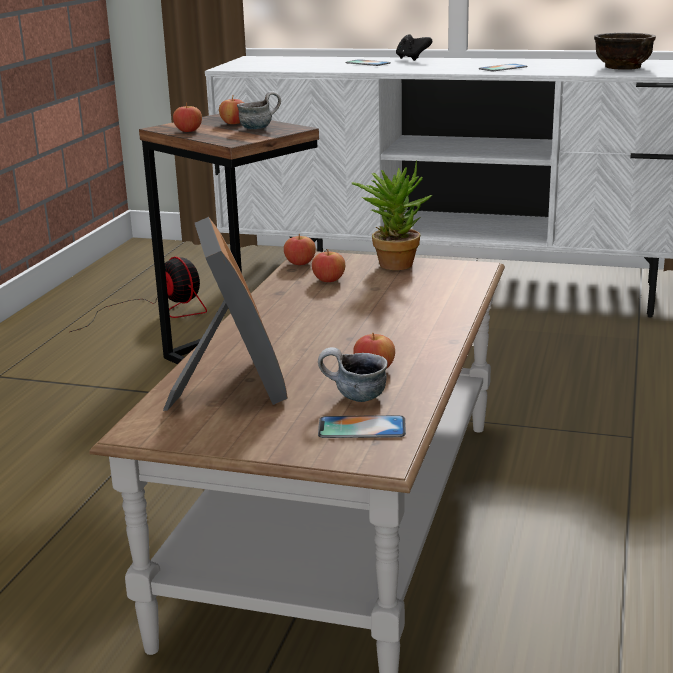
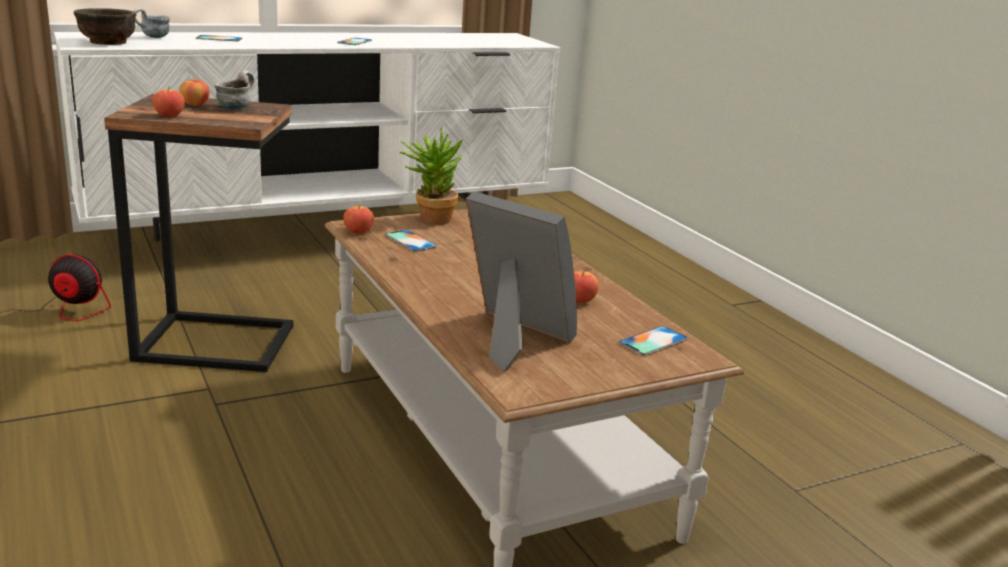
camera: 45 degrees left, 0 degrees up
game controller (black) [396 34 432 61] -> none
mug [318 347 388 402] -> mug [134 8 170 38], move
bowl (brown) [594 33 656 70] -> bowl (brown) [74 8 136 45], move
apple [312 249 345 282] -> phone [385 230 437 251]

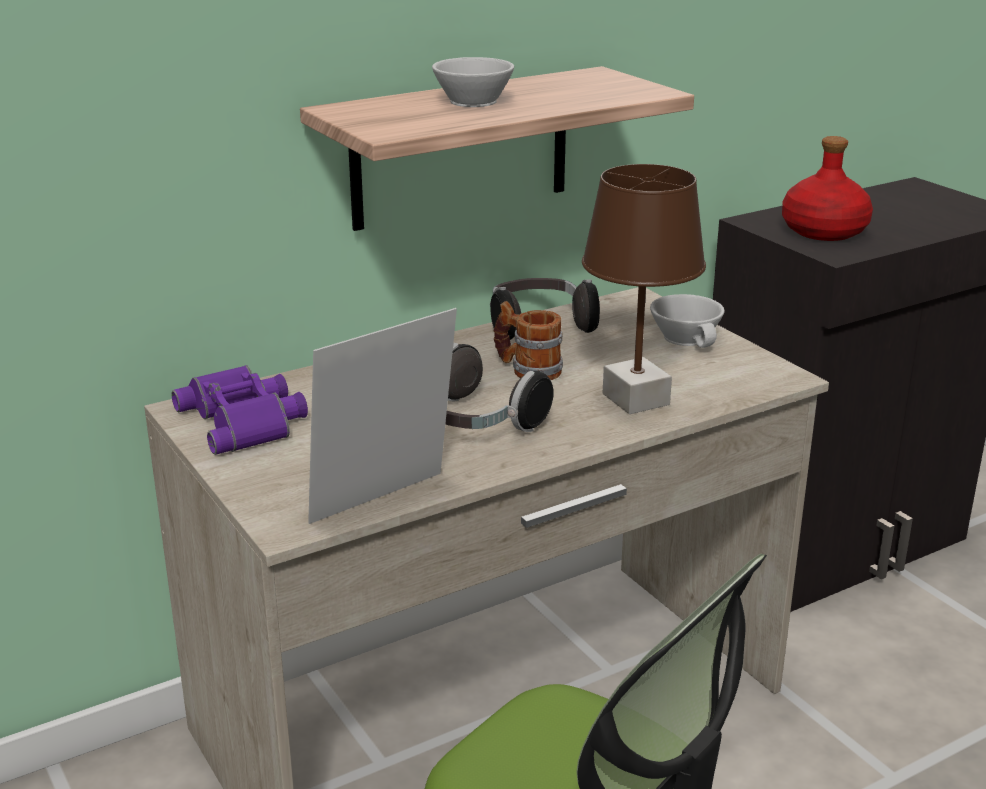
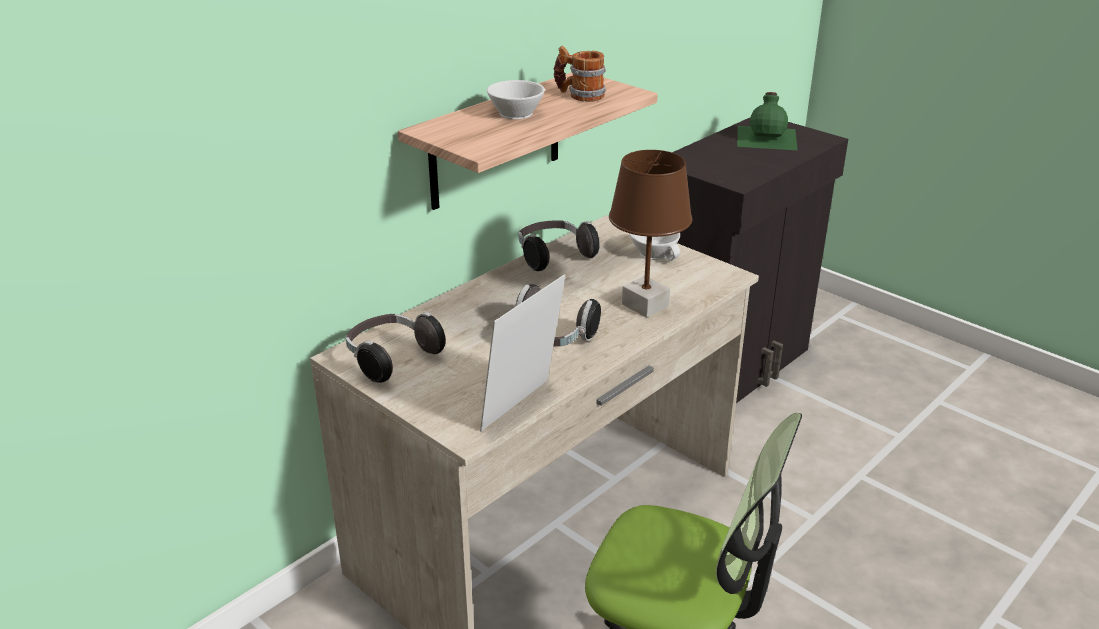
camera: 15 degrees left, 5 degrees up
bottle (red) [782 136 873 241] -> none
none -> bottle (green) [737 92 798 150]
mug [494 301 563 380] -> mug [554 46 606 102], move
binoculars (purple) [172 365 308 455] -> headphones [346 312 446 383]

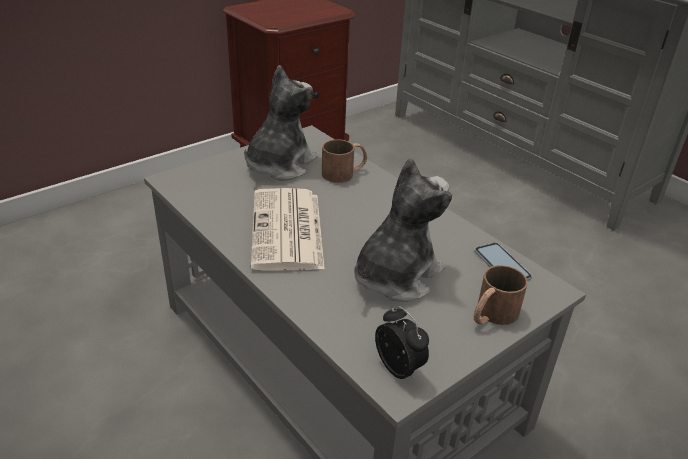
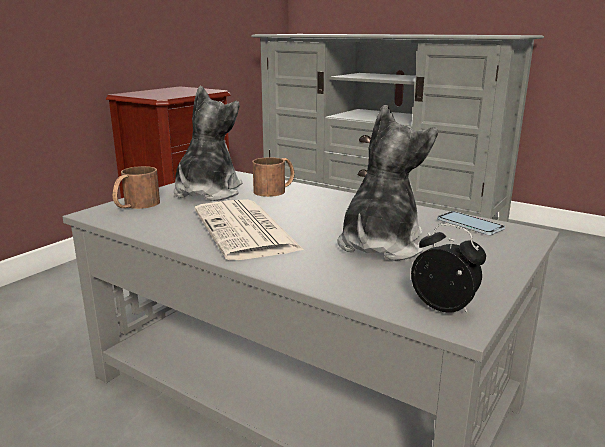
camera: 15 degrees left, 15 degrees down
mug (brown) [474 265 528 325] -> mug (brown) [113 166 160 209], move

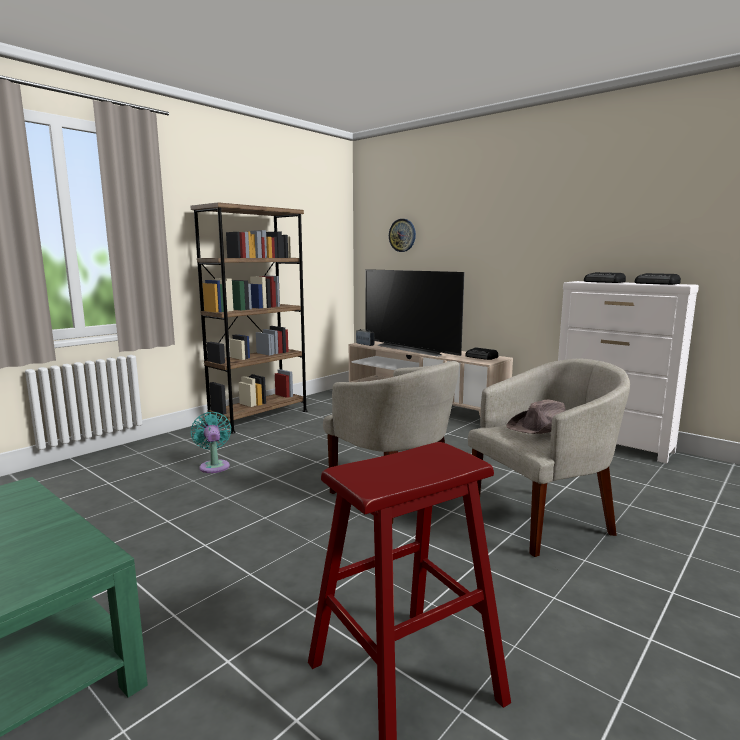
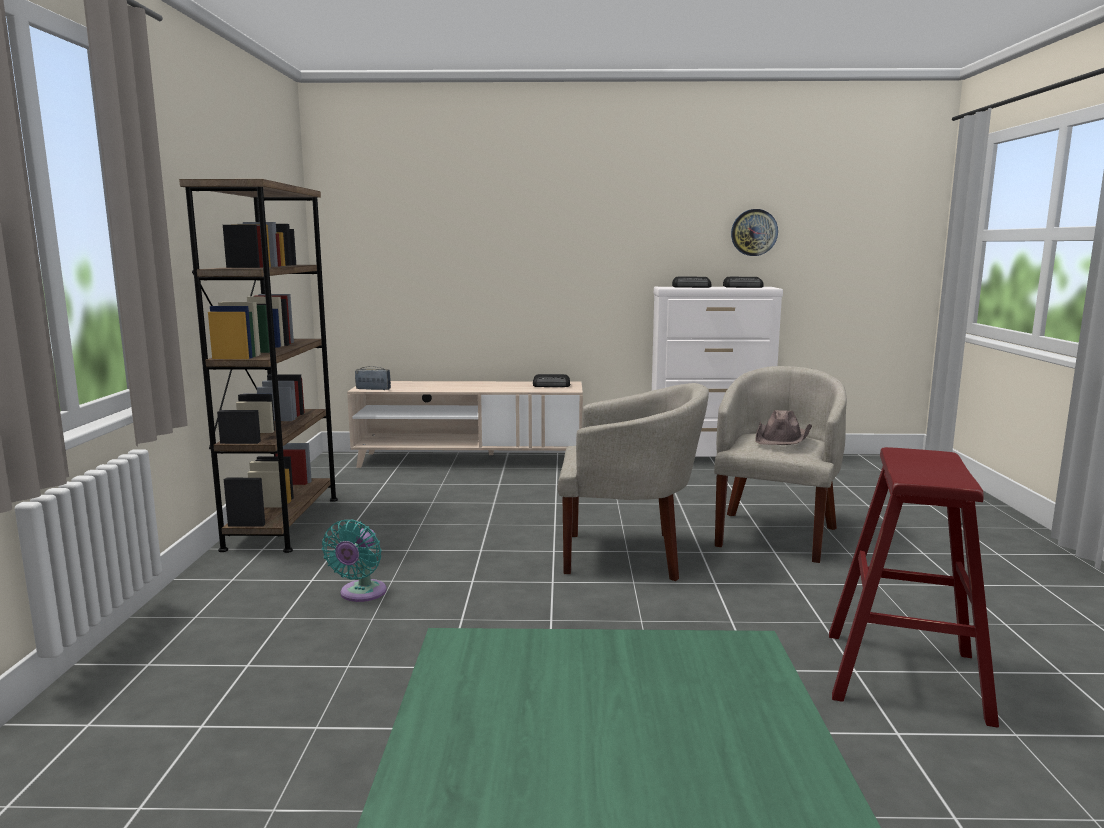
camera: 40 degrees left, 0 degrees up
television [365 269 465 356] -> none
wall clock [389 219 416 252] -> wall clock [731 209 778 256], move
fan (turquoise) [191 412 231 473] -> fan (turquoise) [322 519 387 602], 105 degrees counterclockwise

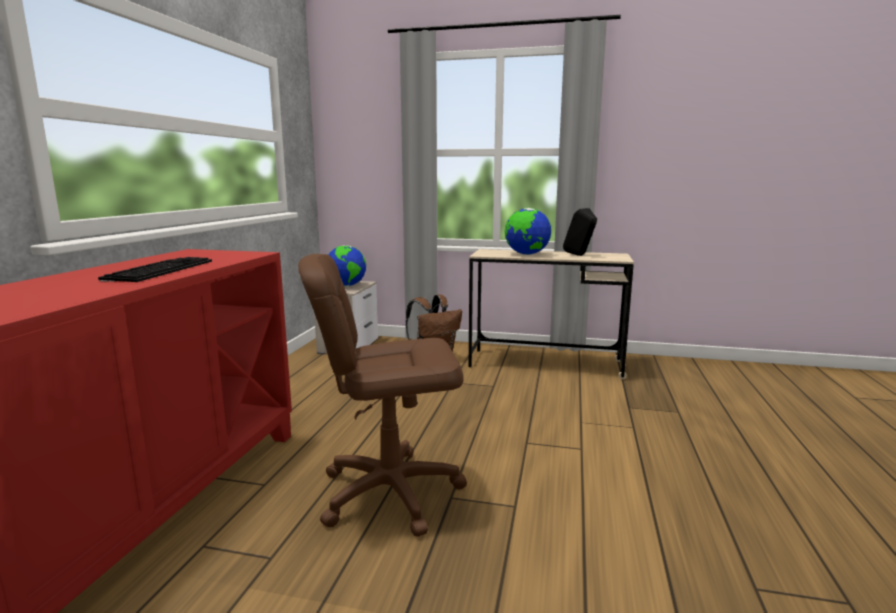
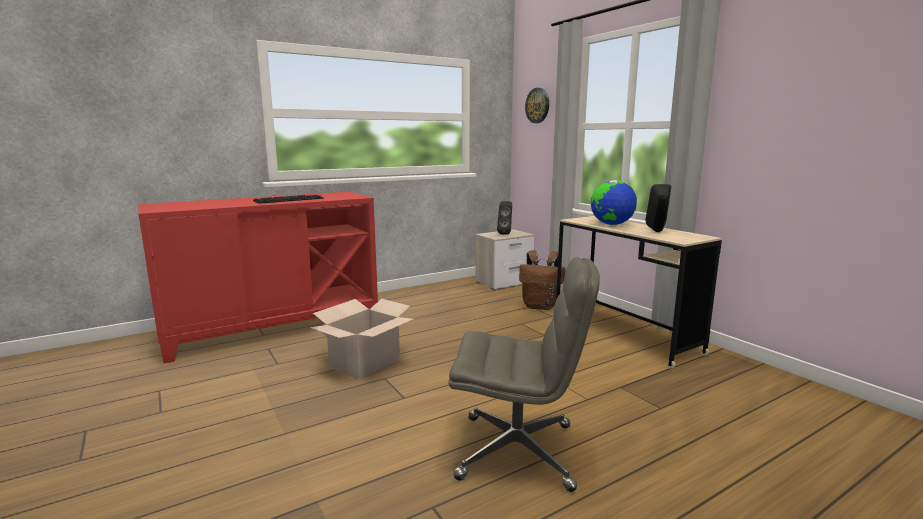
camera: 45 degrees right, 0 degrees up
none -> office chair (grey) [448 257 600 492]
none -> wall clock [525 88 549 123]
office chair (brown) [298 254 467 537] -> cardboard box [310 299 414 379]
globe [328 245 366 287] -> speaker (black) [497 201 512 235]

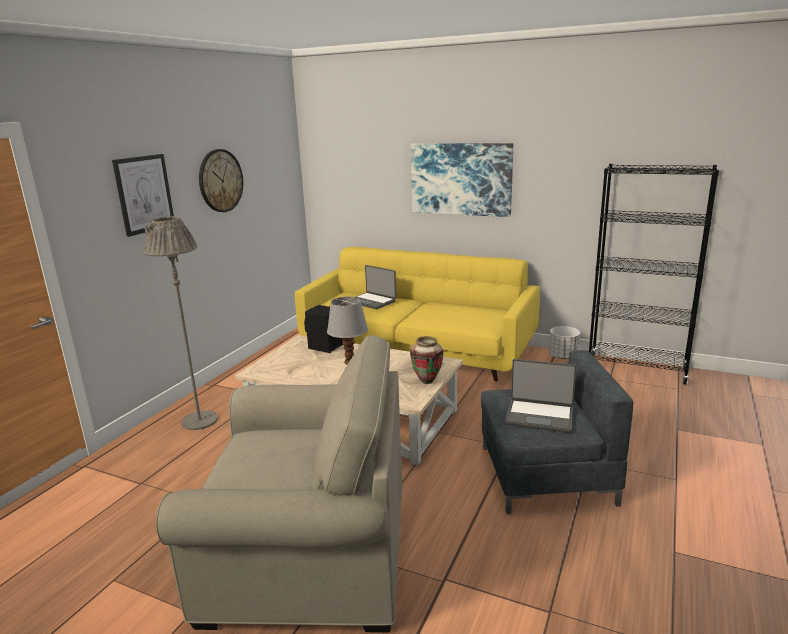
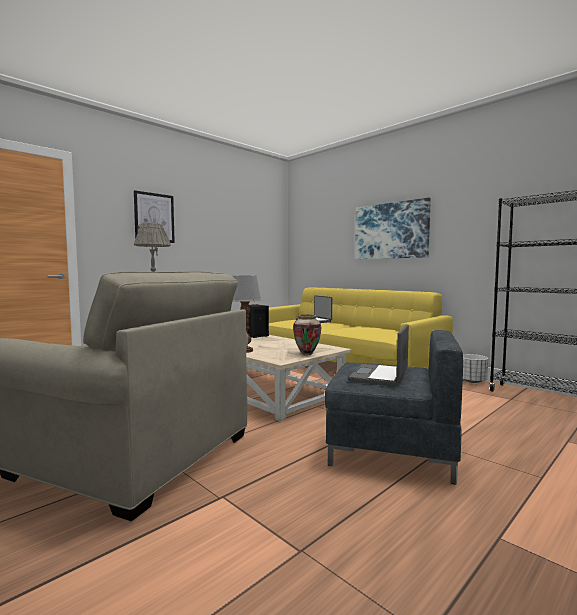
camera: 20 degrees right, 15 degrees down
wall clock [199 149 243 212] -> none
laptop [505 359 576 433] -> laptop [348 324 409 387], 75 degrees clockwise

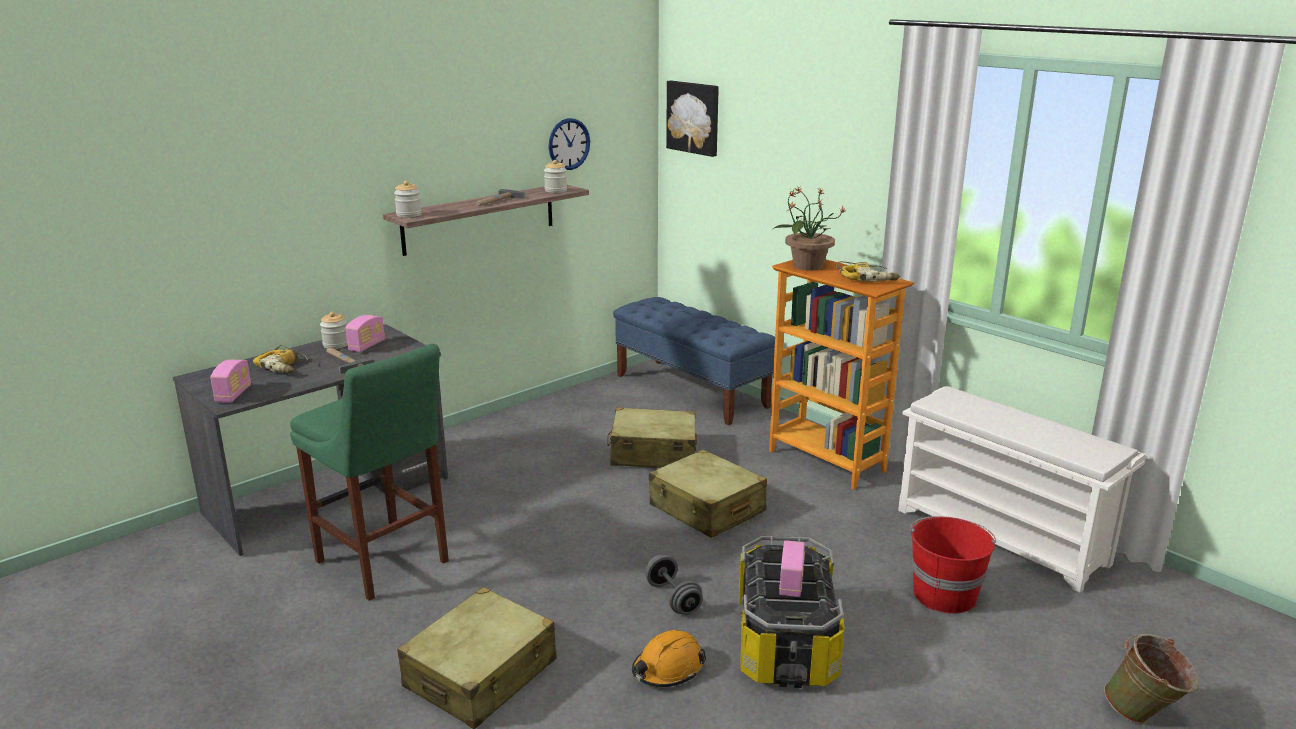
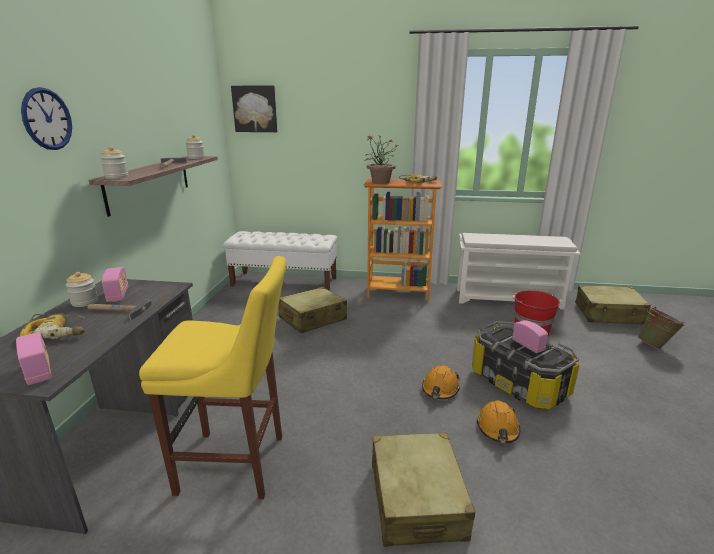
camera: 40 degrees left, 0 degrees up
wall clock [548 118 590 170] -> wall clock [21 87 72 150], move
suitcase (beige) [649 450 767 538] -> suitcase (beige) [575 285 651 325], move
dumbbell (grey) [646 555 703 615] -> hard hat (orange) [422 365 460 399]
stool (green) [290 344 449 601] -> stool (yellow) [139 256 286 499]
bench (blue) [613 297 775 425] -> bench (white) [223 231 337 291]

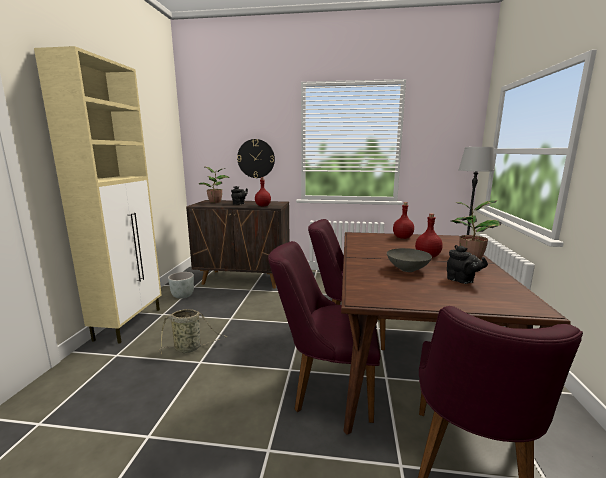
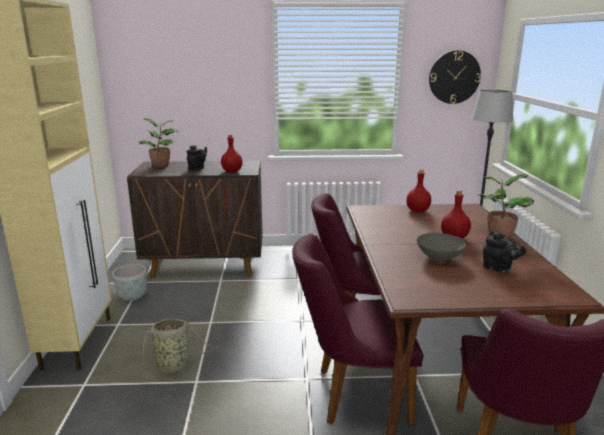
camera: 10 degrees left, 5 degrees up
wall clock [237 139 275 178] -> wall clock [429 50 481 104], move

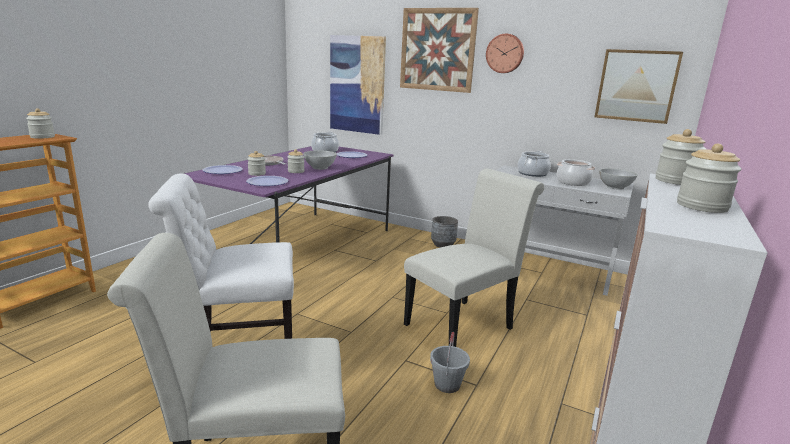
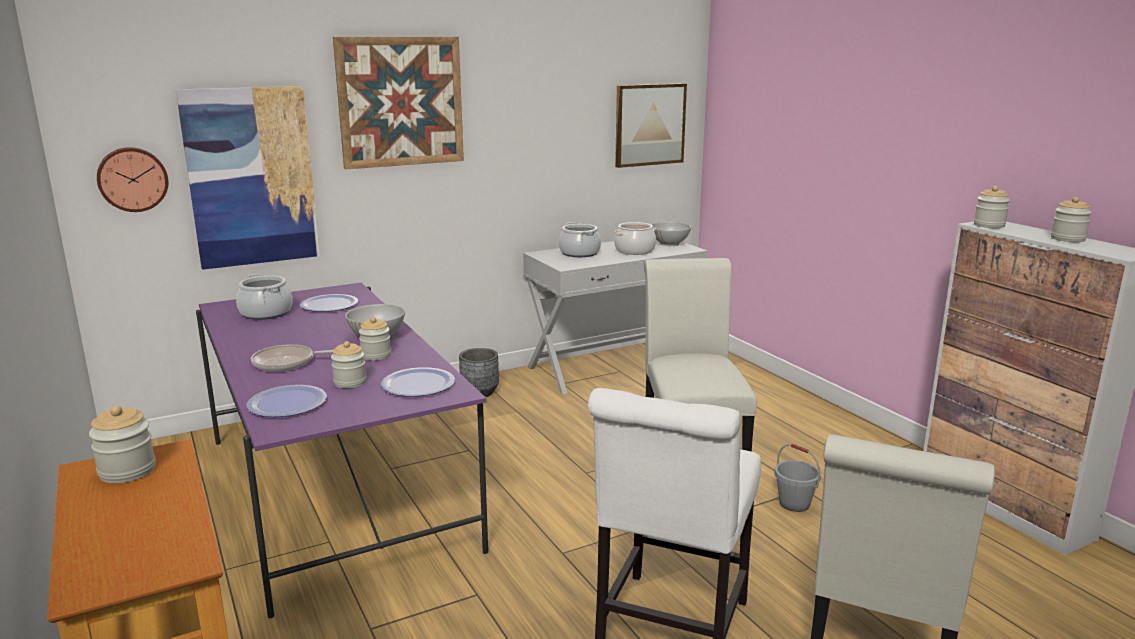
camera: 55 degrees left, 0 degrees up
wall clock [486 34 524 73] -> wall clock [97 147 168 212], move

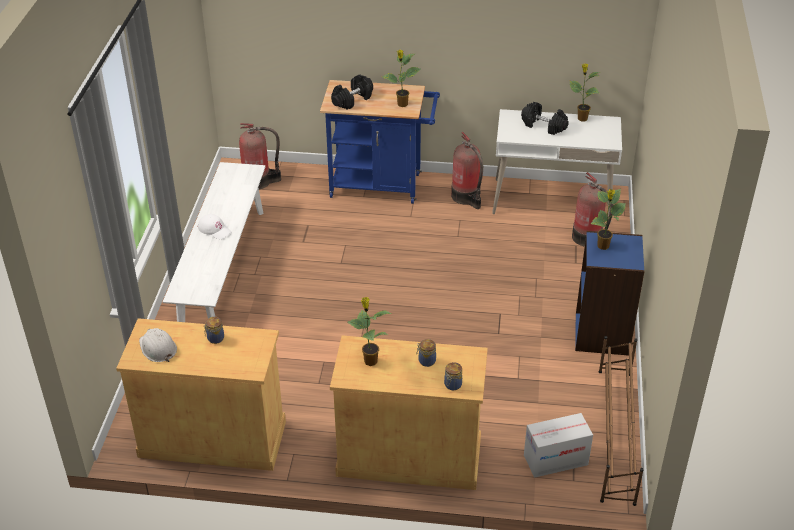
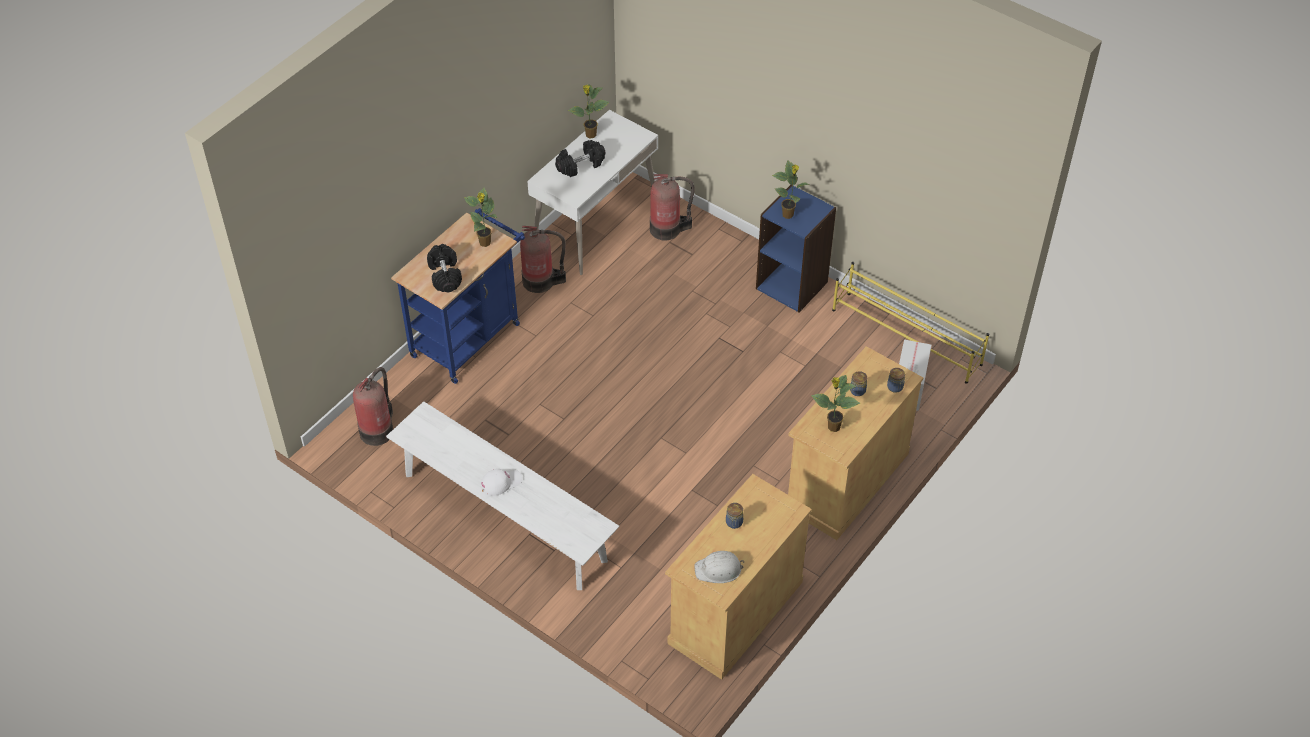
camera: 60 degrees left, 10 degrees up
shoe rack (brown) [599 336 644 506] -> shoe rack (yellow) [832 262 989 384]

